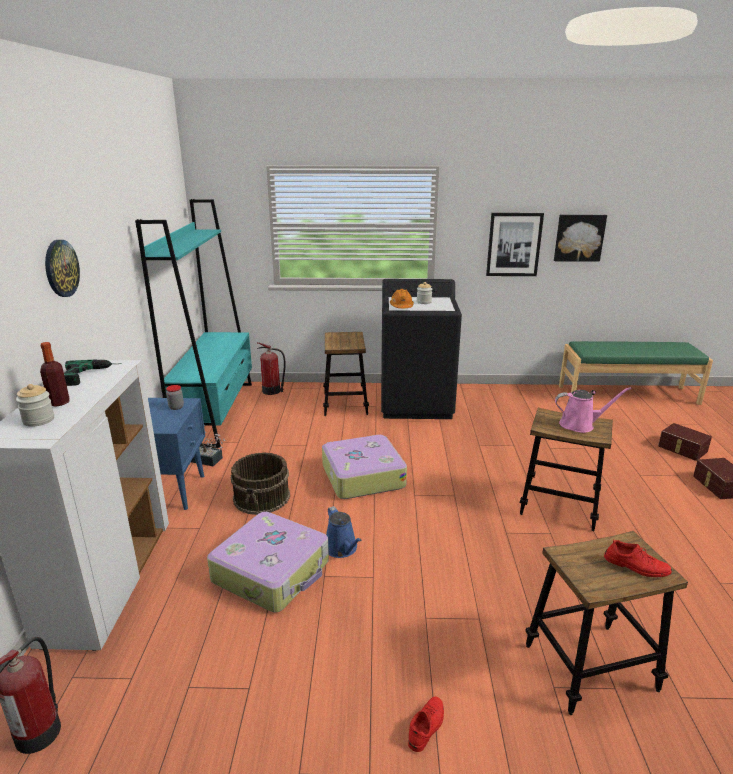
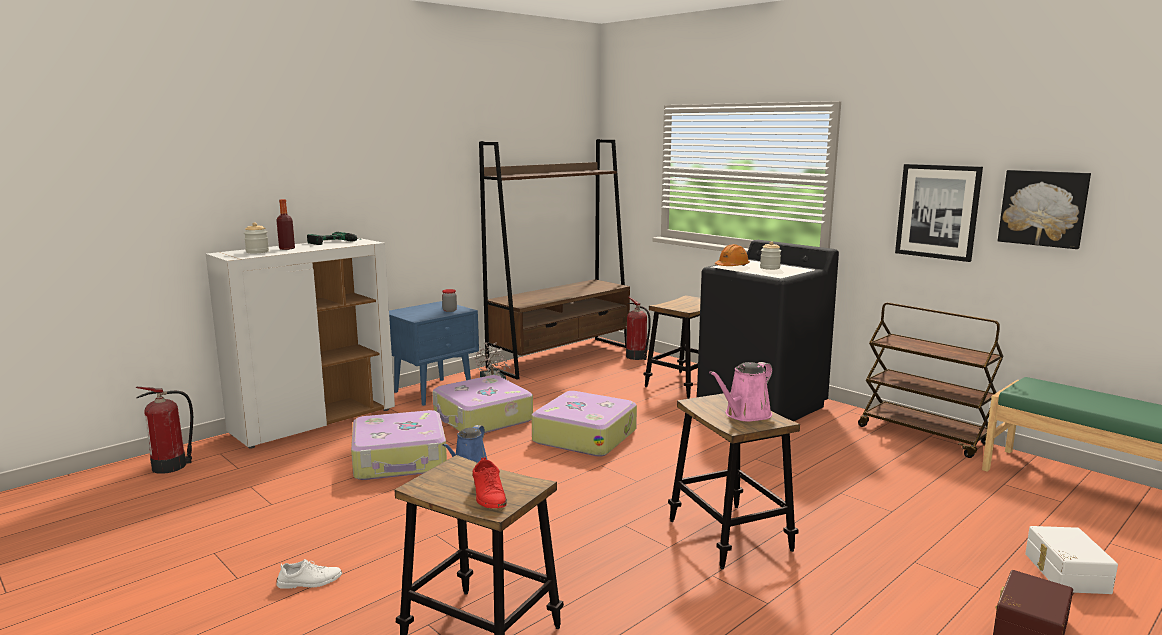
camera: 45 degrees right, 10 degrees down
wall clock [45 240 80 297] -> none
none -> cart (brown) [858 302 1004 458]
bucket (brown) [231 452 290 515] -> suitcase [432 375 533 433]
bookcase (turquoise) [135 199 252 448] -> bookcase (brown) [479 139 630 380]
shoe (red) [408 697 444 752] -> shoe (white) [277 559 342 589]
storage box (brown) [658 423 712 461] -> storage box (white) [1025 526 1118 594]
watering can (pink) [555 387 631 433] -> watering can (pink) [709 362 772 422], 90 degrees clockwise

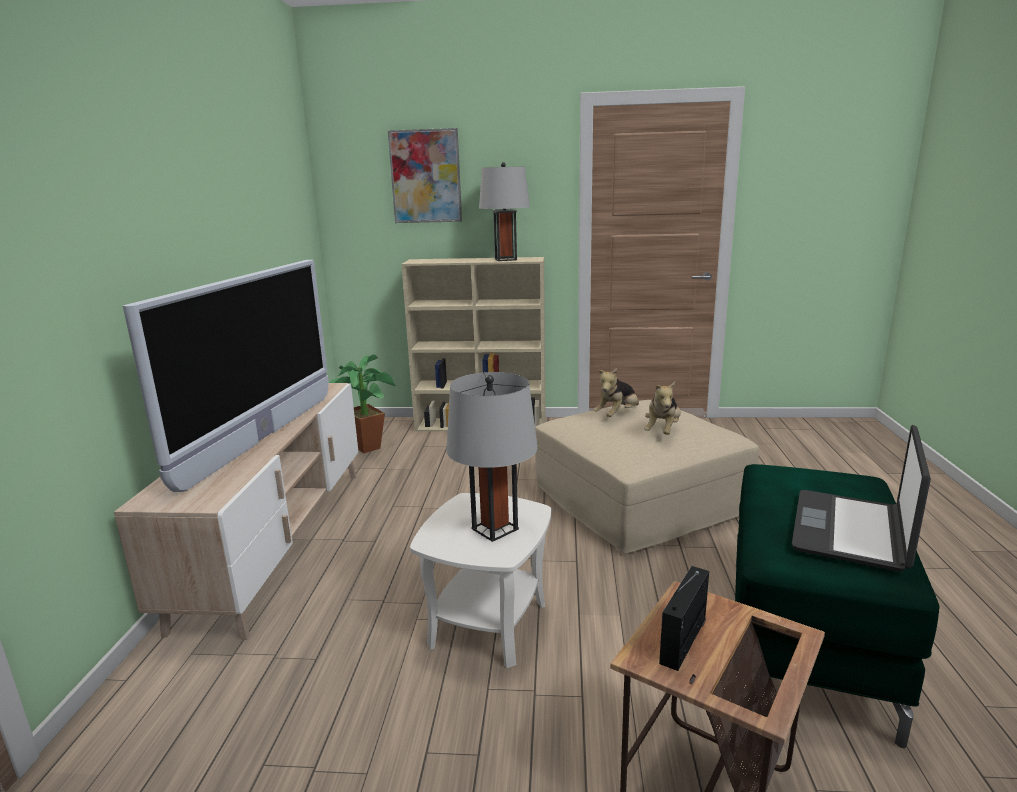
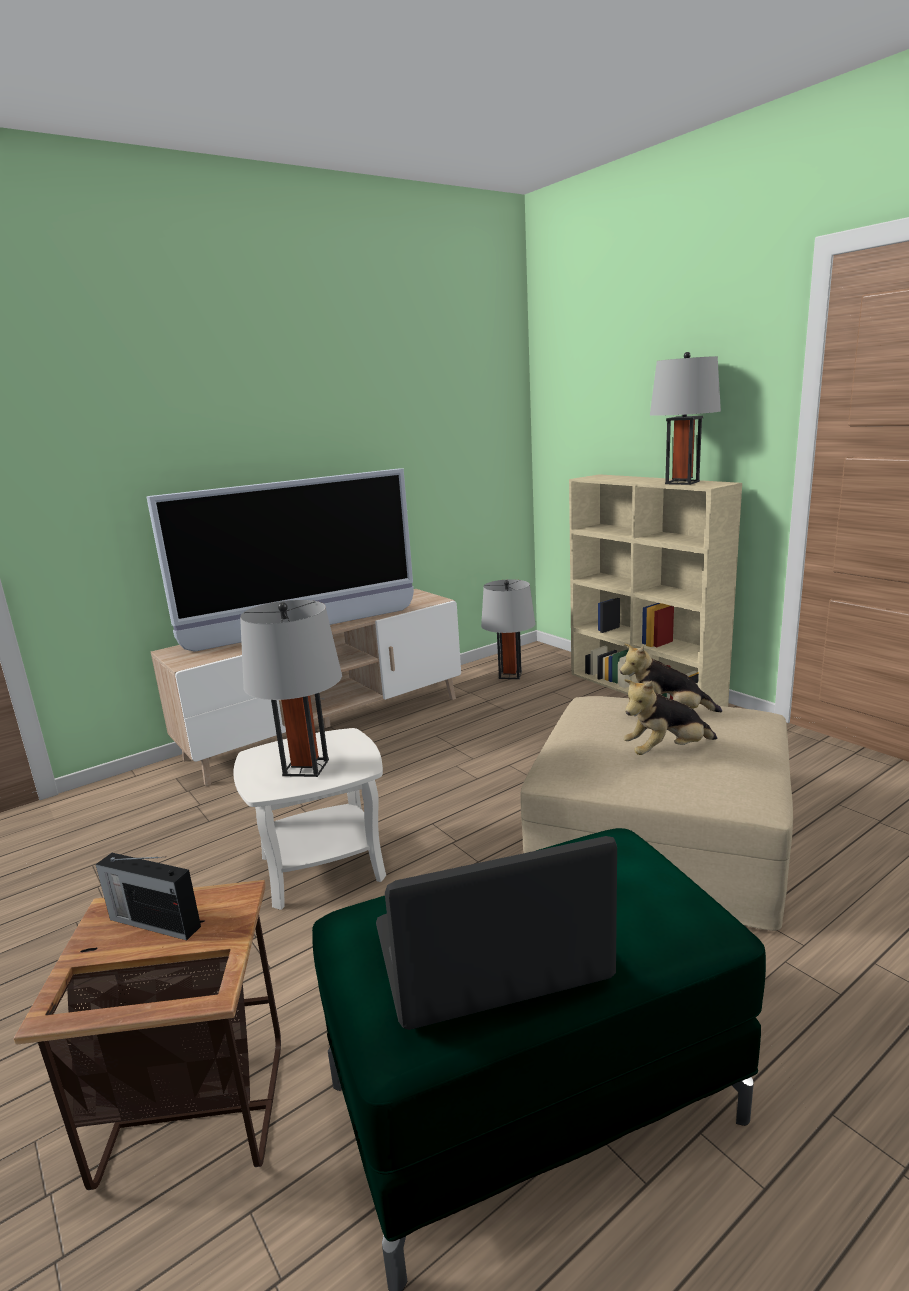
camera: 50 degrees right, 0 degrees up
picture [388 128 462 223] -> none
potted plant [329 355 395 453] -> table lamp (grey) [481 579 535 679]
radio [659 566 709 671] -> radio [96 853 201 940], 150 degrees counterclockwise

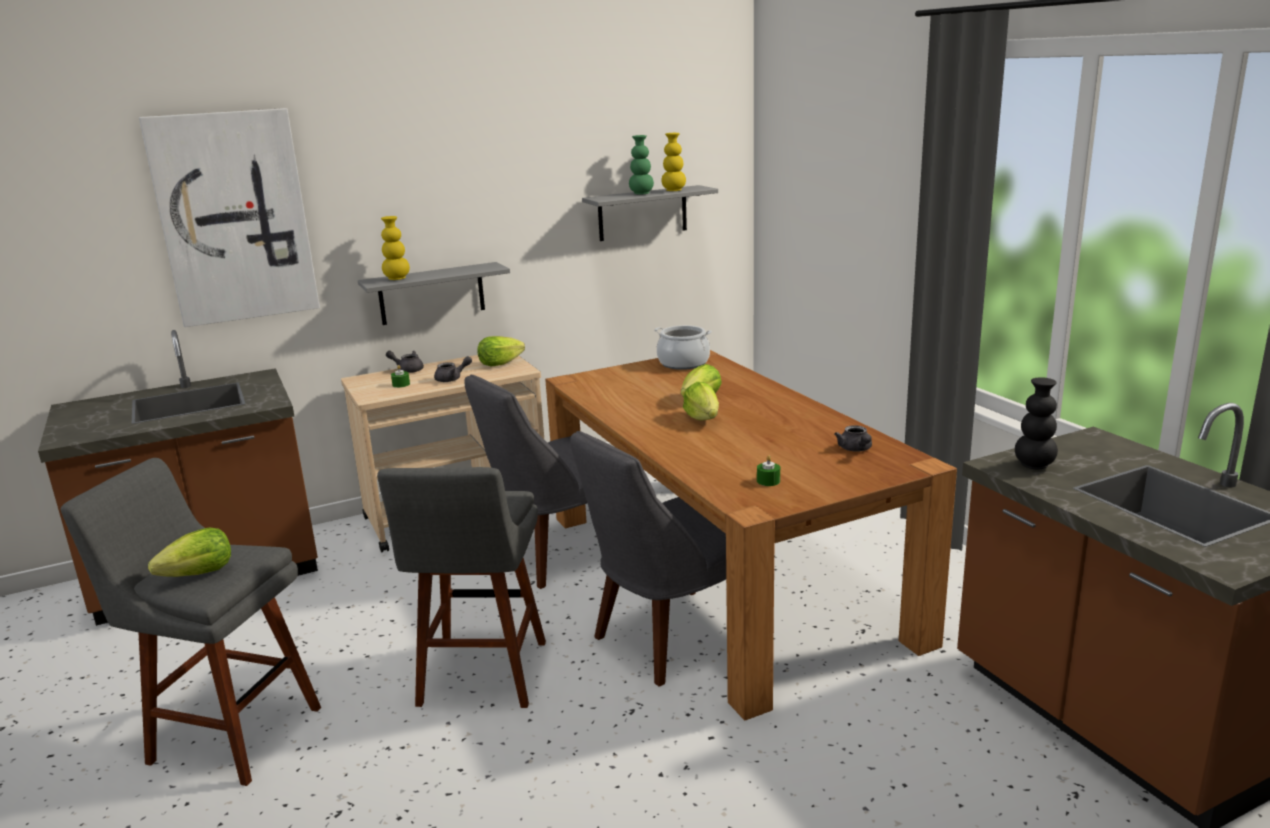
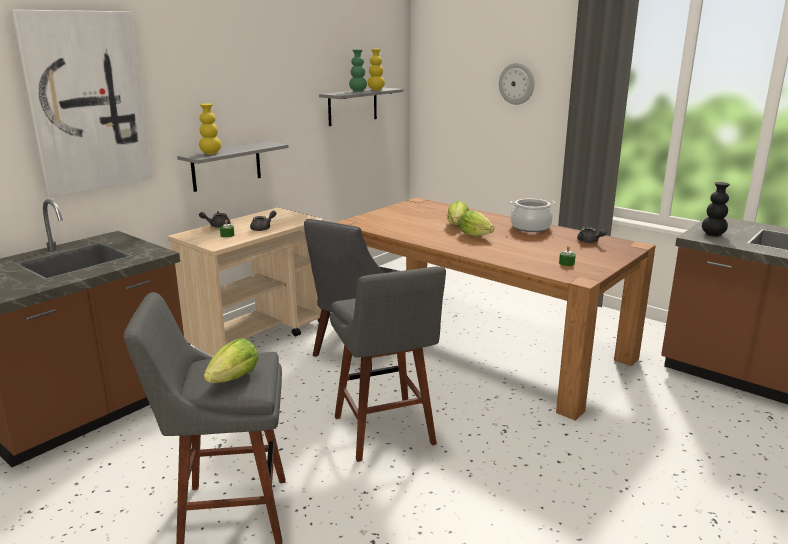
camera: 25 degrees left, 0 degrees up
lettuce [477 336 525 367] -> none
chair (grey) [570 431 726 686] -> none
none -> wall clock [499 63 534 105]
cooking pot [654 325 712 370] -> cooking pot [510 199 556 232], move

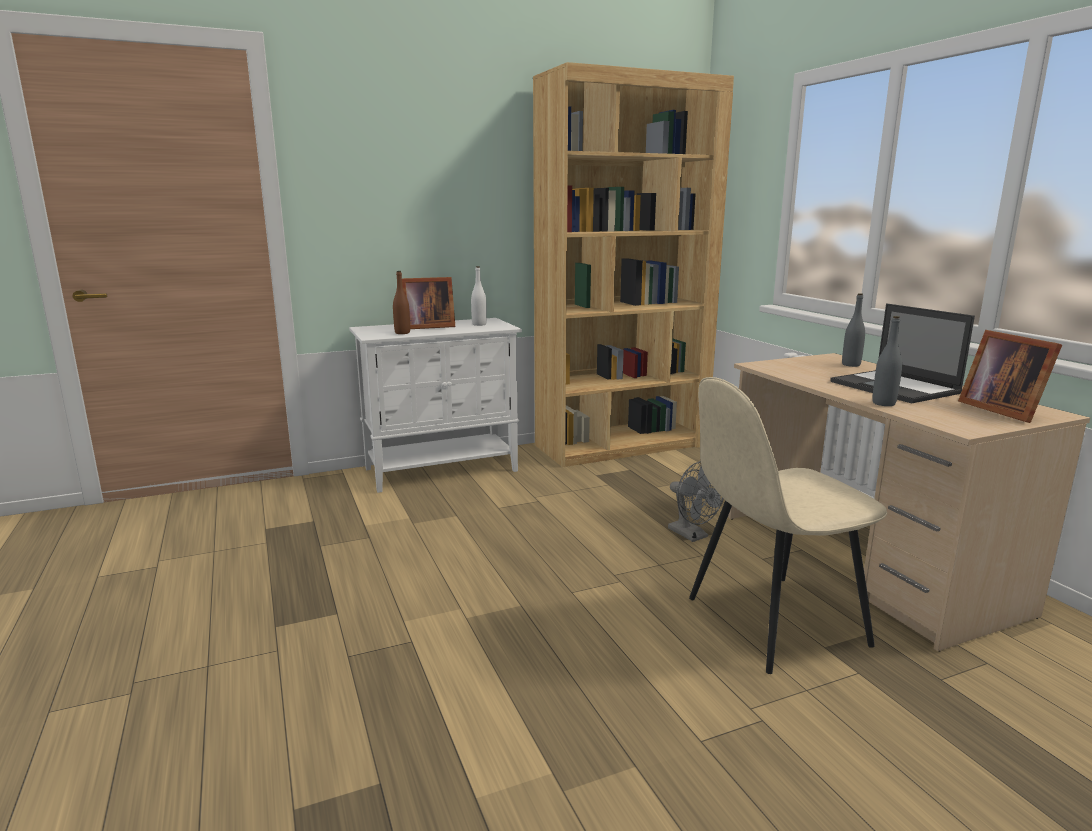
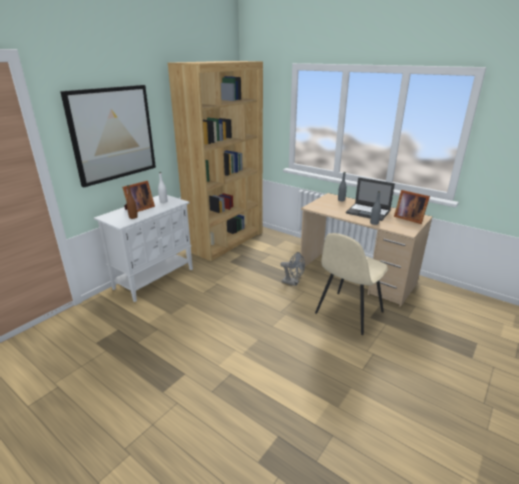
camera: 30 degrees left, 10 degrees up
none -> picture [60 85 156 187]

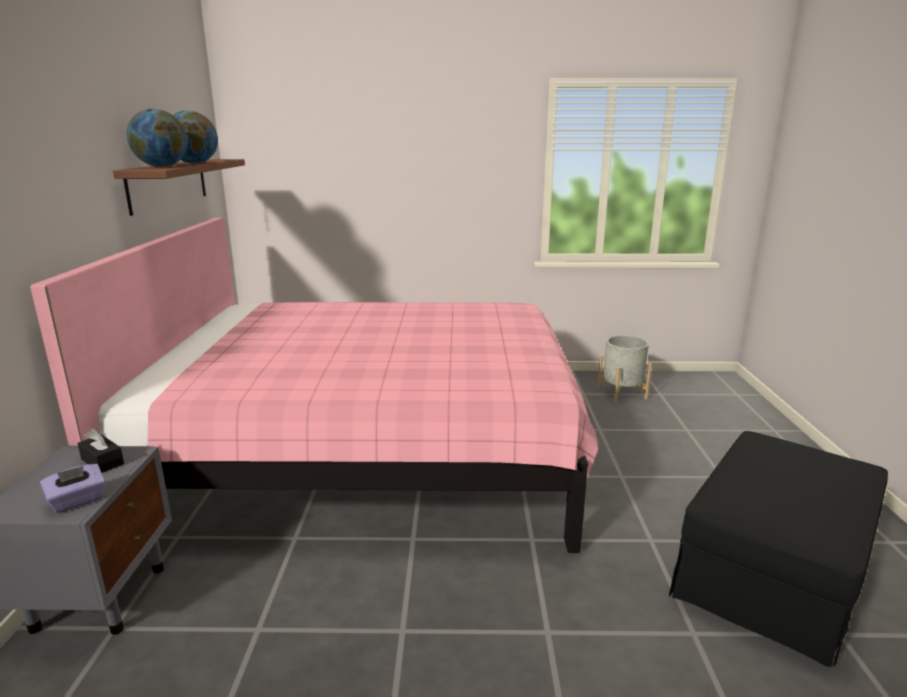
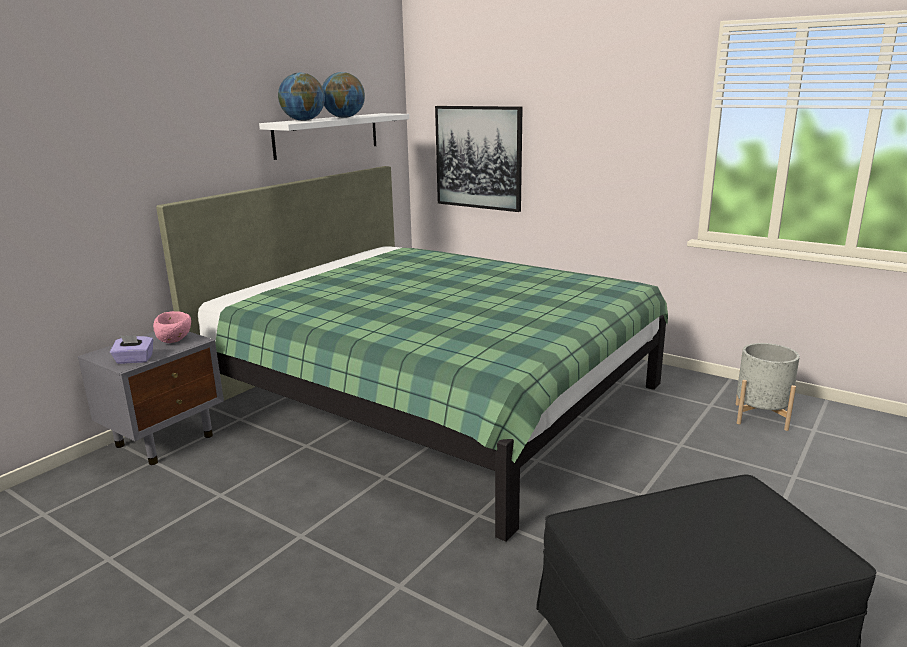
camera: 35 degrees right, 0 degrees up
none -> picture [435 106 523 212]
tissue box (black) [78 429 124 473] -> bowl (pink) [153 311 191 343]
bed (pink) [30 218 598 553] -> bed (green) [156 166 668 542]
shelf (brown) [113 159 245 216] -> shelf (white) [259 113 409 160]

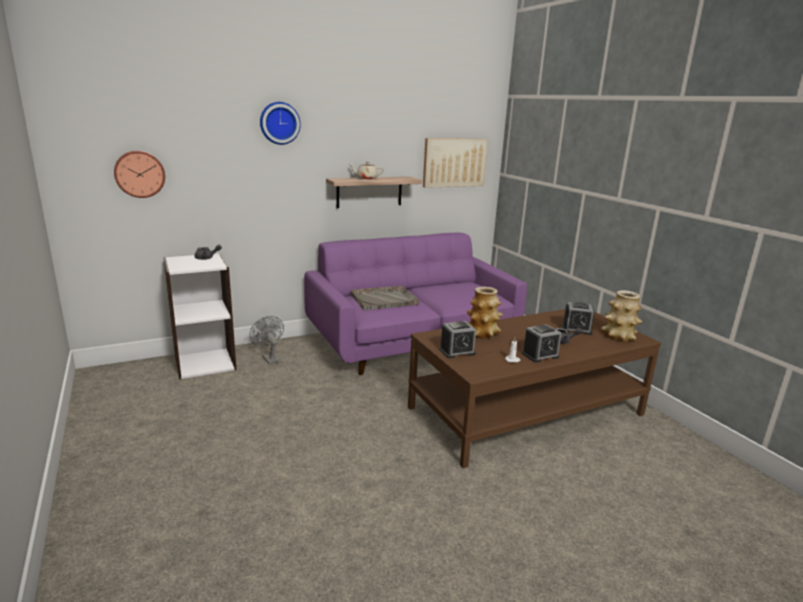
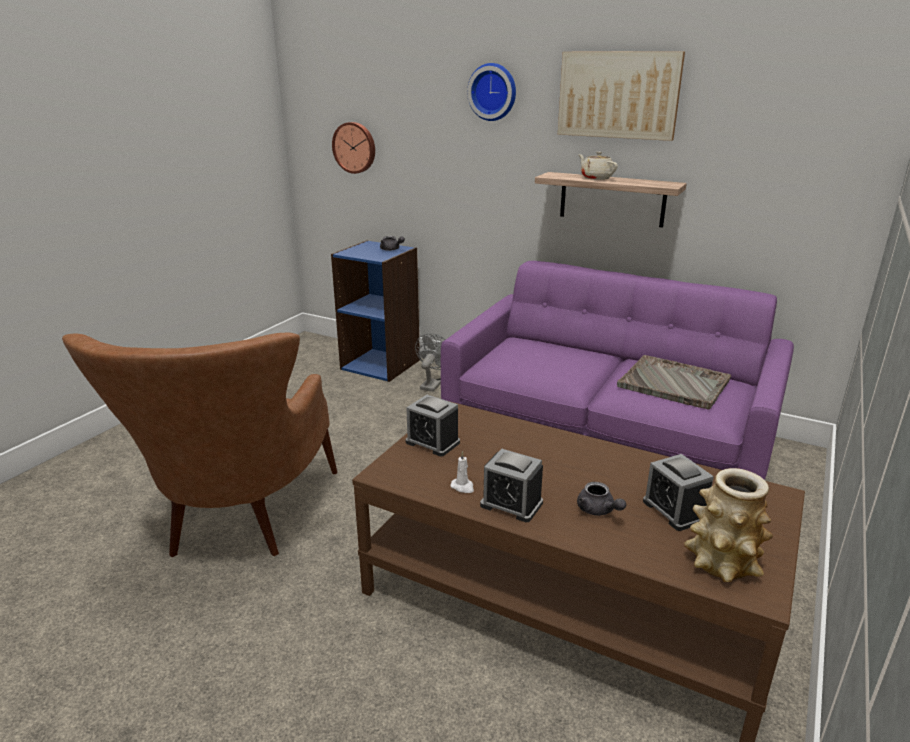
camera: 55 degrees right, 5 degrees up
vase [467 287 503 338] -> none
none -> armchair (brown) [62 332 337 557]
tray (grey) [351 286 419 310] -> tray (grey) [617 355 731 410], move
picture [423 138 488 188] -> picture [558 51 685 141], move
bookcase (white) [163 253 237 379] -> bookcase (blue) [331 240 420 382]

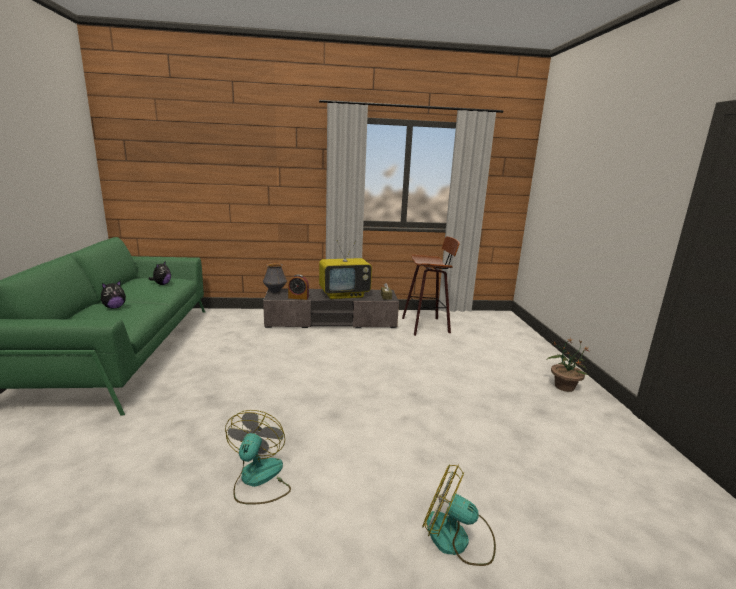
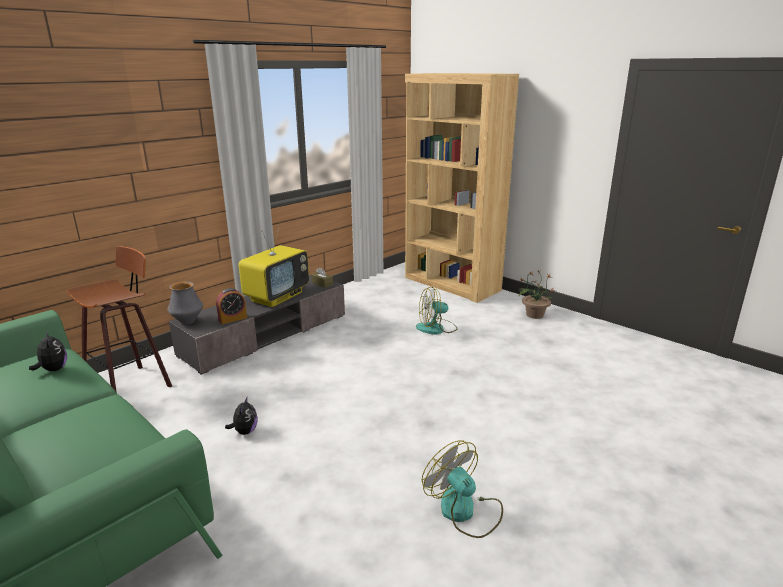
camera: 40 degrees left, 5 degrees up
none -> bookcase (brown) [405 73 519 303]
plush toy [101 281 126 309] -> plush toy [225 397 258 435], move
stool [402 236 460 336] -> stool [67 246 172 393], move
fan [422 464 496 566] -> fan [416 286 457 335], move

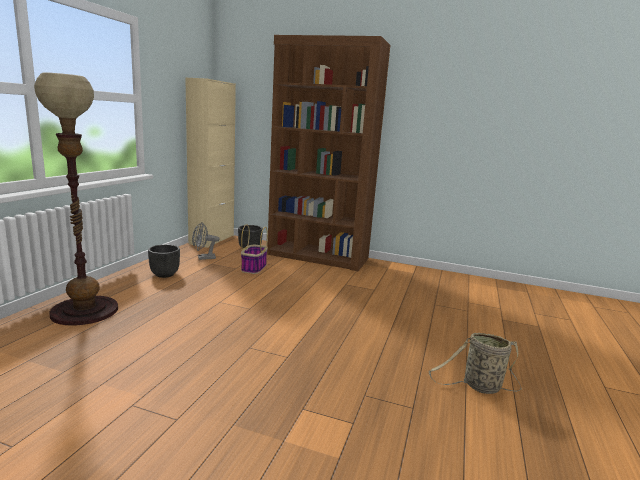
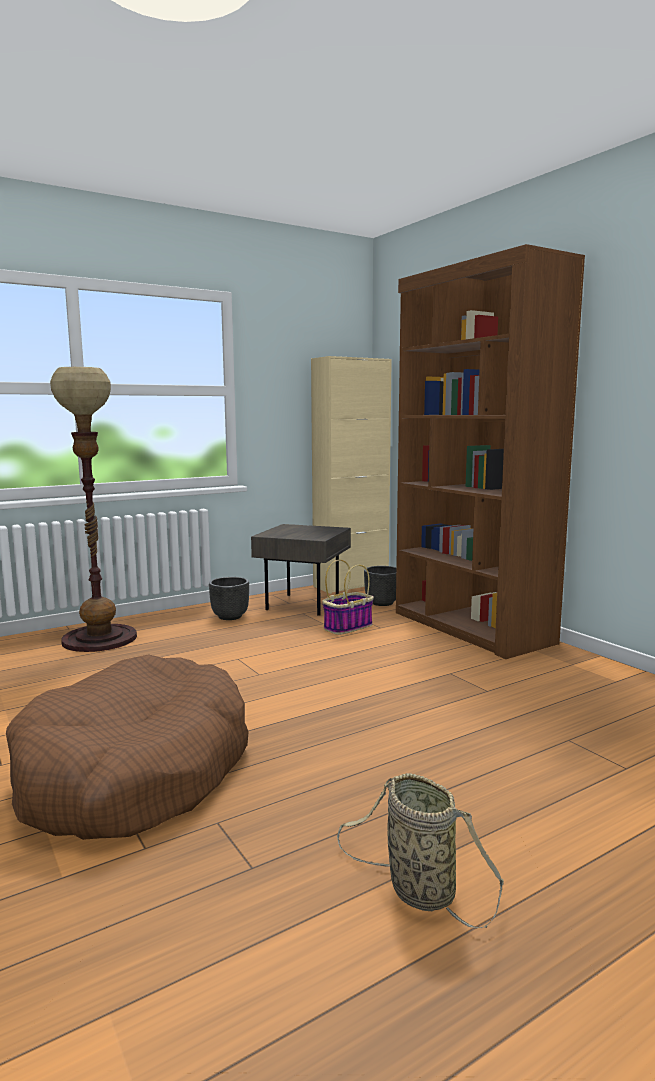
camera: 40 degrees right, 5 degrees down
none -> dog bed (brown) [6 654 249 840]
fan (grey) [192 222 220 260] -> side table (grey) [251 524 351 616]

